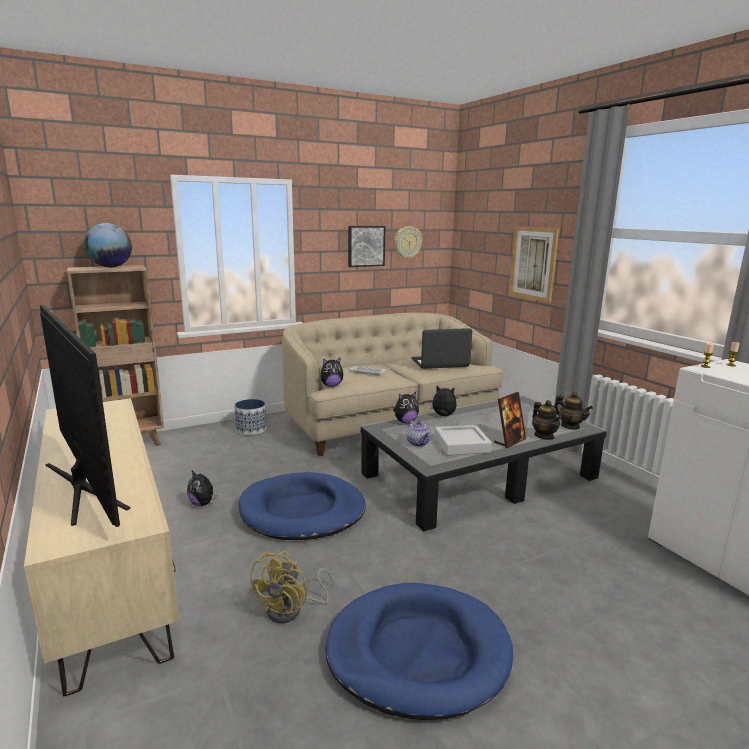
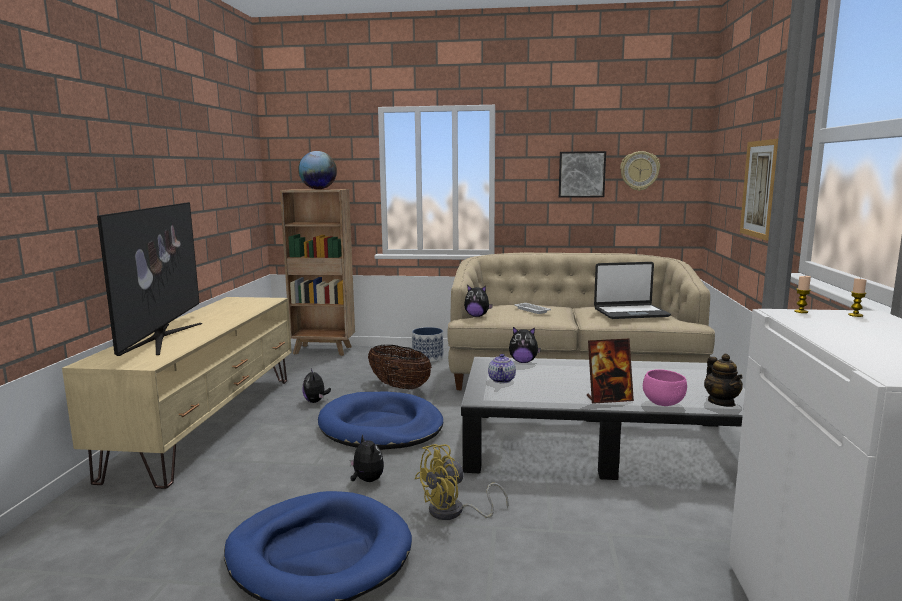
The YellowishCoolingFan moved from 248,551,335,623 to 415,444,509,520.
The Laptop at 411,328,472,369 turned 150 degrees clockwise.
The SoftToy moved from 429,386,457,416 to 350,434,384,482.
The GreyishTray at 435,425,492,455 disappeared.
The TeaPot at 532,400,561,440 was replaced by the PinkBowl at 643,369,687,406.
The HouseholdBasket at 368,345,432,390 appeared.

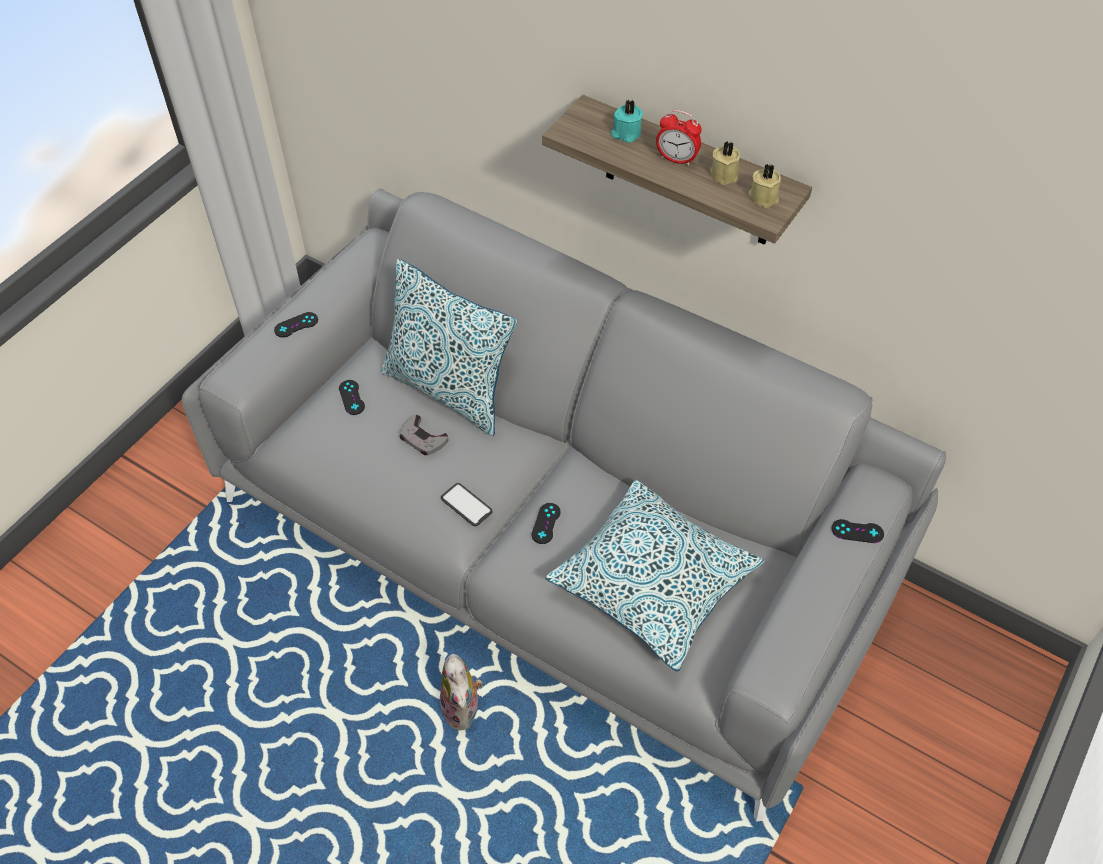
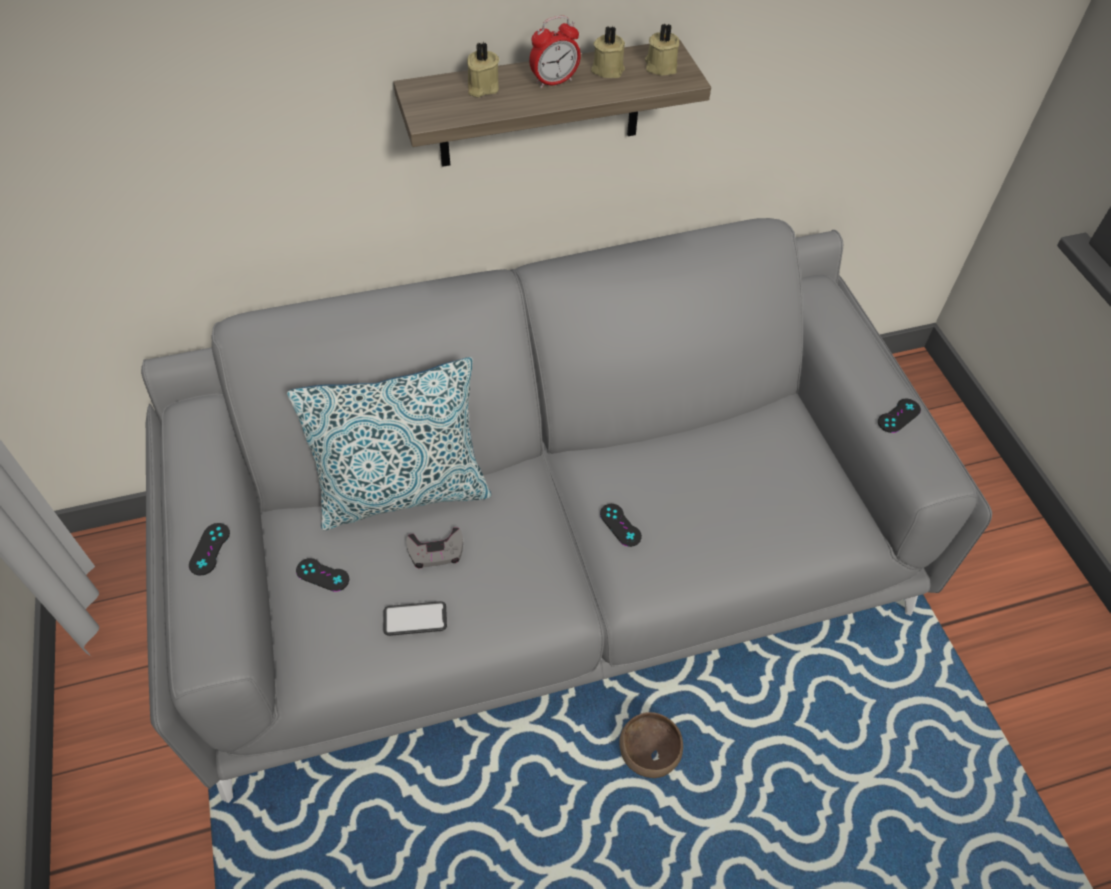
The SoftToy at 440,654,483,730 was replaced by the BrownishBowl at 619,712,683,778.
The Handset moved from 441,483,493,526 to 384,601,447,636.
The Pillow at 545,480,764,671 disappeared.
The BlueGreenWaxCandle at 611,100,643,143 became the BeigeColouredWaxCandle at 467,42,499,98.
The BlackishGameController moved from 831,519,884,543 to 878,399,921,433.

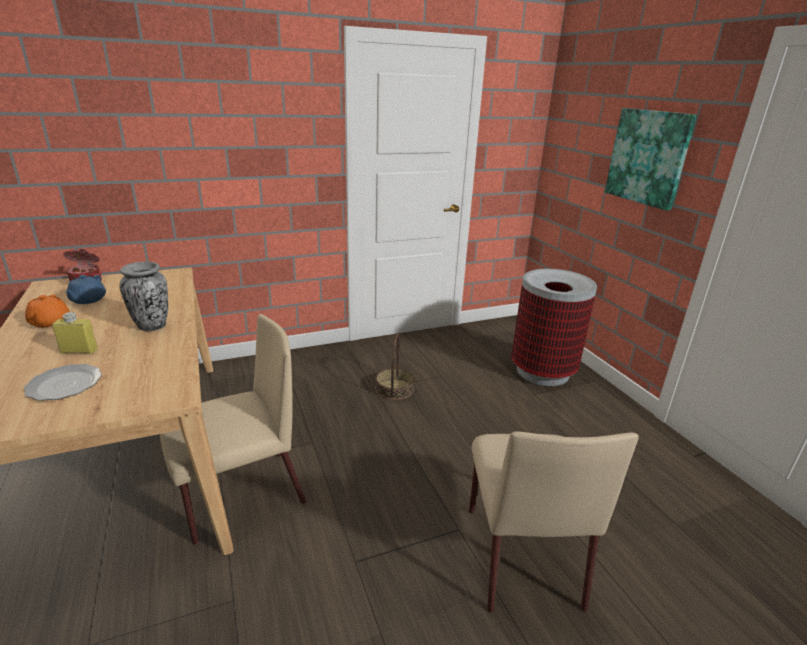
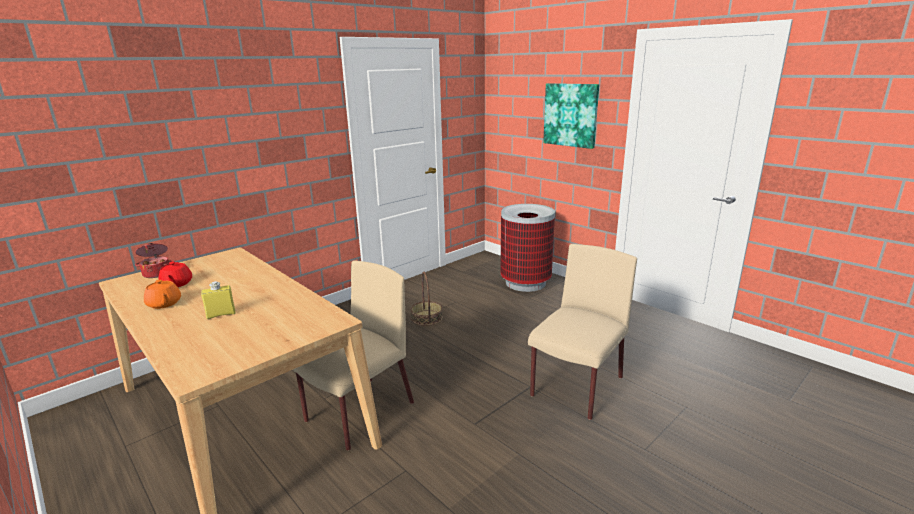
The FlatDish at 24,364,102,401 disappeared.
The BlueTeaPot at 65,275,106,304 became the ReddishTeaPot at 158,262,192,287.
The FlowerVase at 120,262,168,331 disappeared.
The BeigeColouredUprightChair at 469,431,639,612 turned 120 degrees counterclockwise.

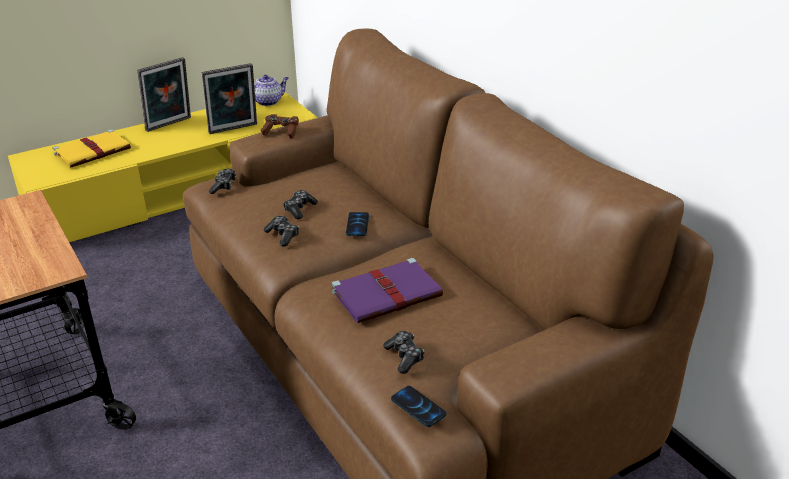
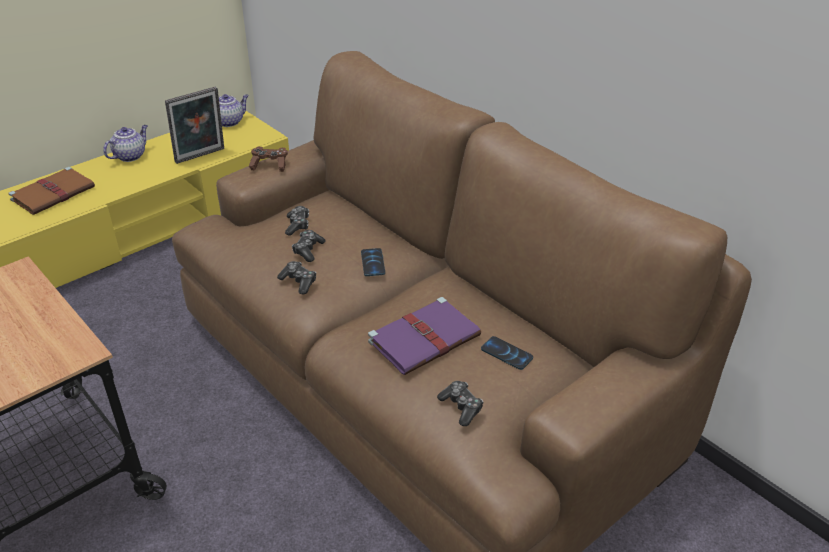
The YellowishVolume at 53,129,131,168 became the BrownishVolume at 8,167,95,215.
The StandingFrame at 137,57,191,132 was replaced by the TeaPot at 103,125,148,162.
The GameController moved from 209,169,236,194 to 285,206,309,236.
The Handset moved from 391,386,446,427 to 481,336,533,370.

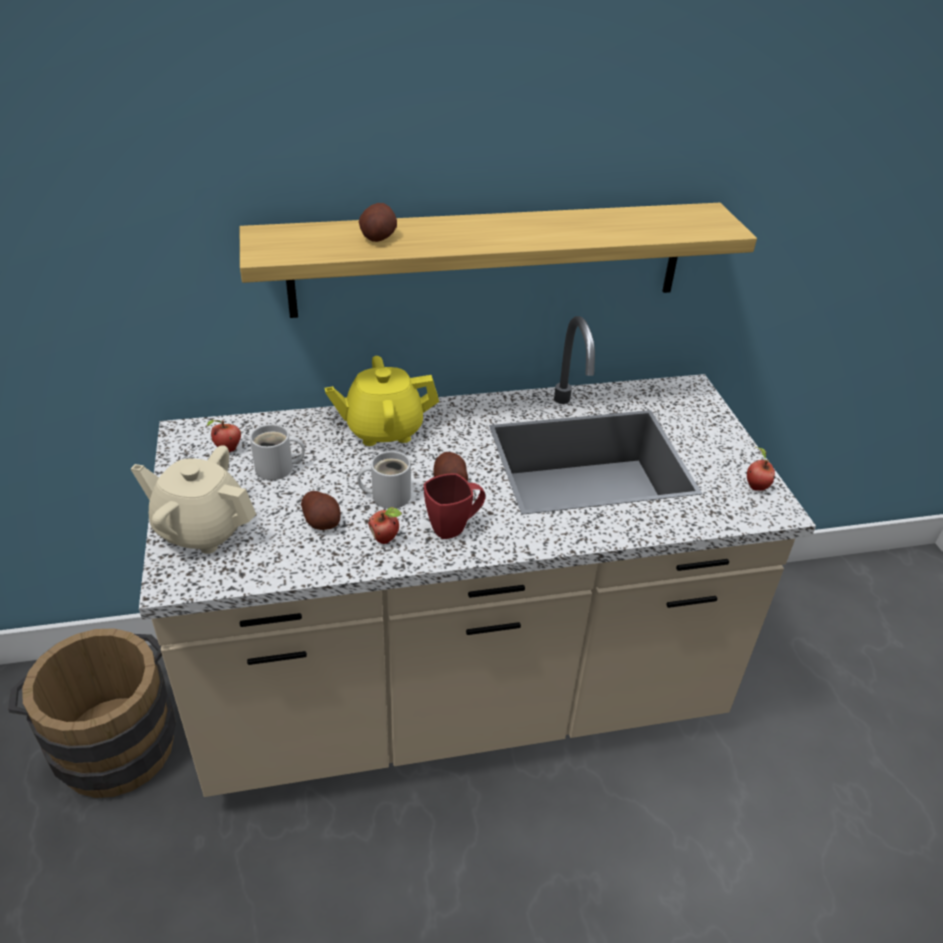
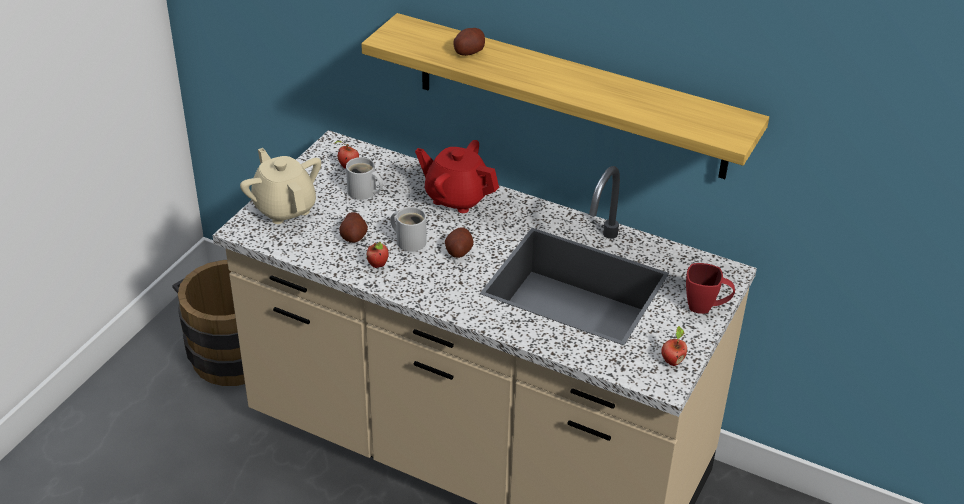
The YellowishTeaPot at 325,356,439,446 became the ReddishTeaPot at 415,140,499,213.
The ReddishCoffeeMug moved from 424,473,486,539 to 686,263,735,314.

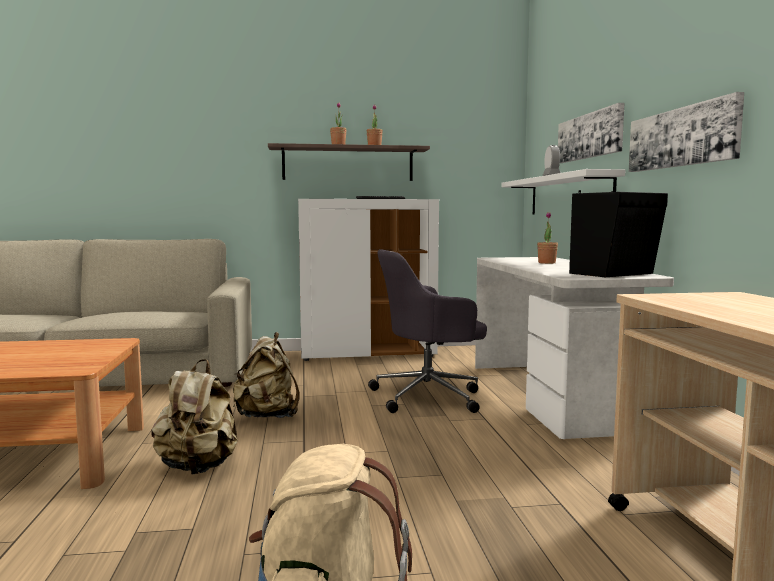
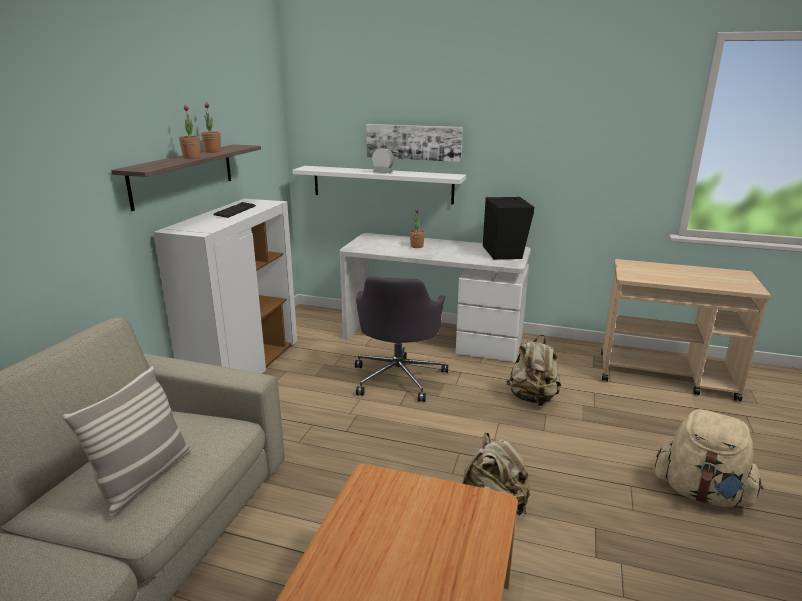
The BeigeColouredKnapsack moved from 233,332,299,418 to 506,335,561,406.
The Picture at 629,92,744,172 disappeared.
The Pillow at 63,366,191,517 appeared.

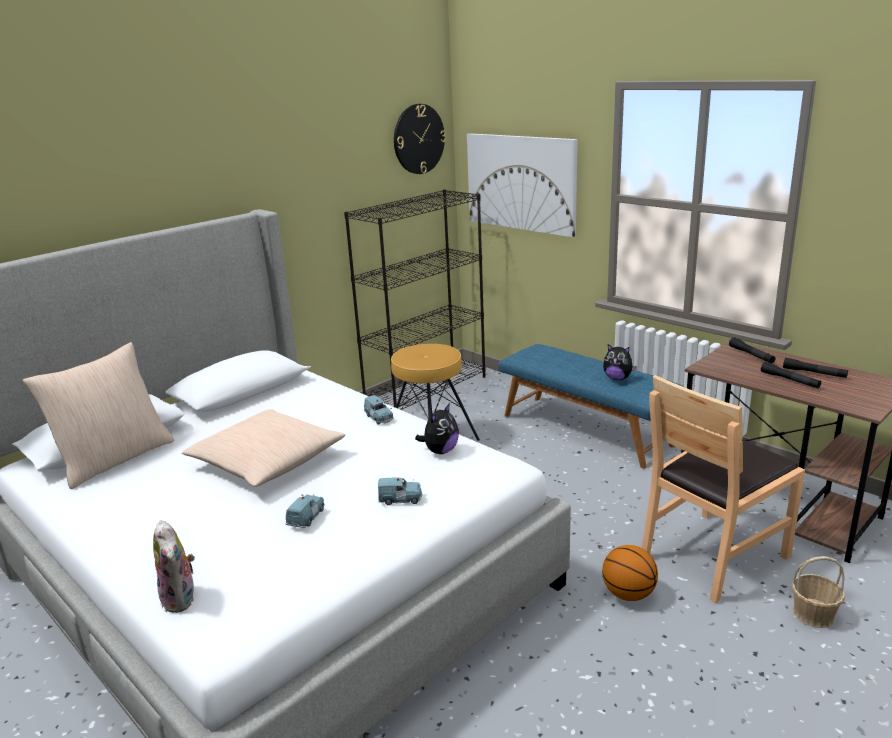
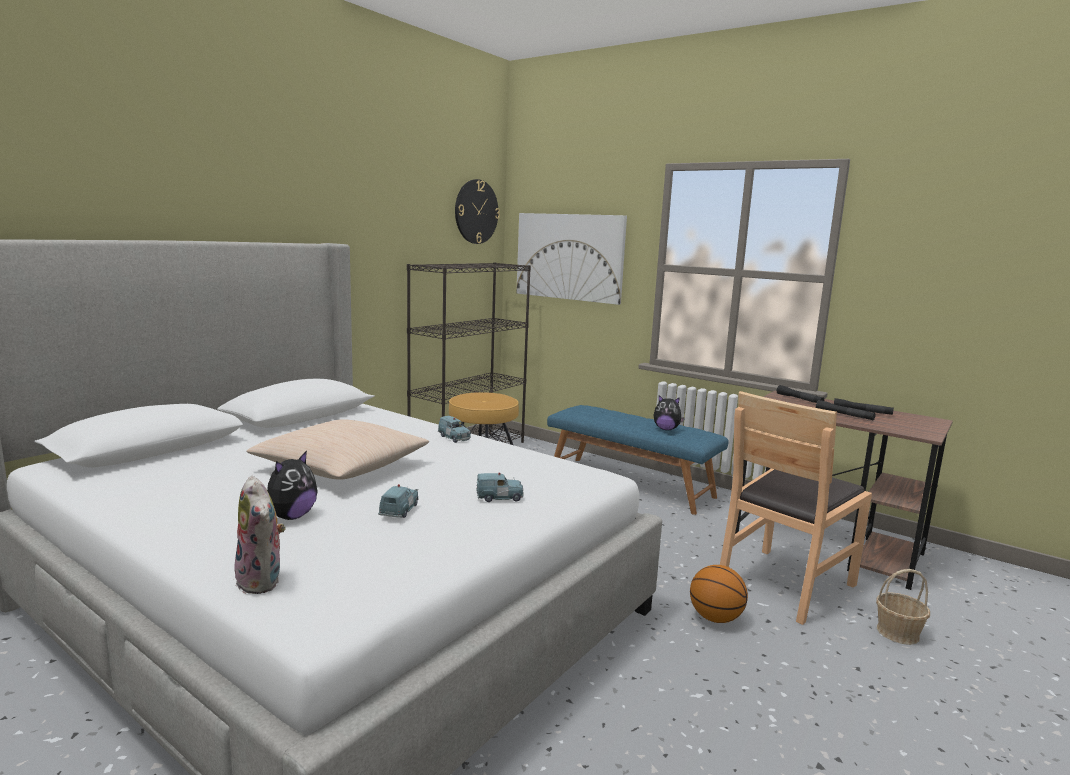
The BeigeColouredPillow at 23,342,174,489 disappeared.
The SoftToy moved from 415,403,459,454 to 267,451,318,520.

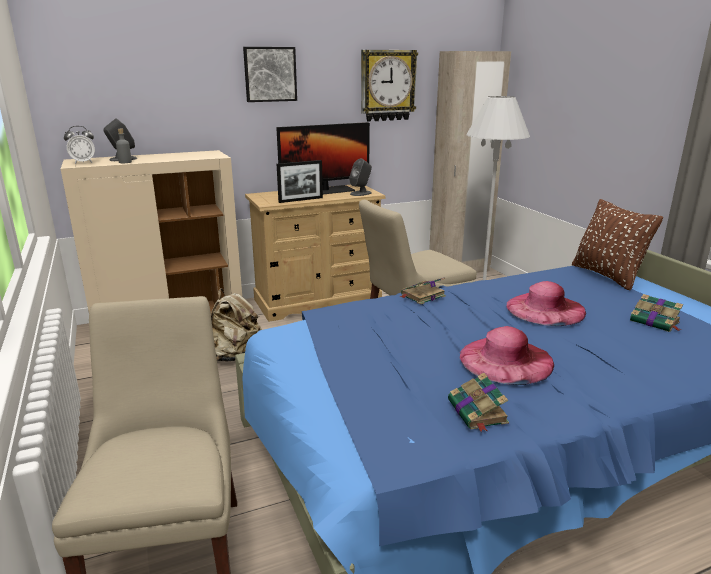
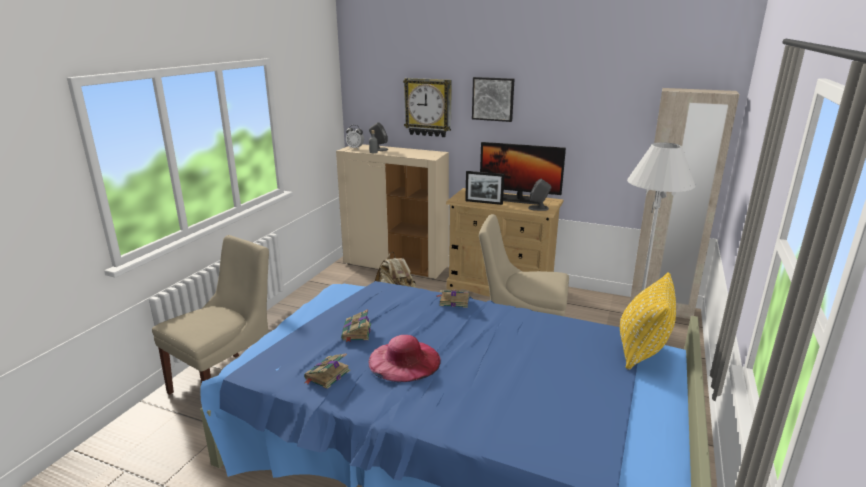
The WallClock moved from 361,50,418,122 to 403,78,452,137.
The PinkWearableHat at 506,281,586,326 disappeared.
The BrownishPillow at 572,199,663,290 became the YellowishPillow at 620,272,676,370.
The Volume moved from 630,294,683,332 to 341,309,371,342.

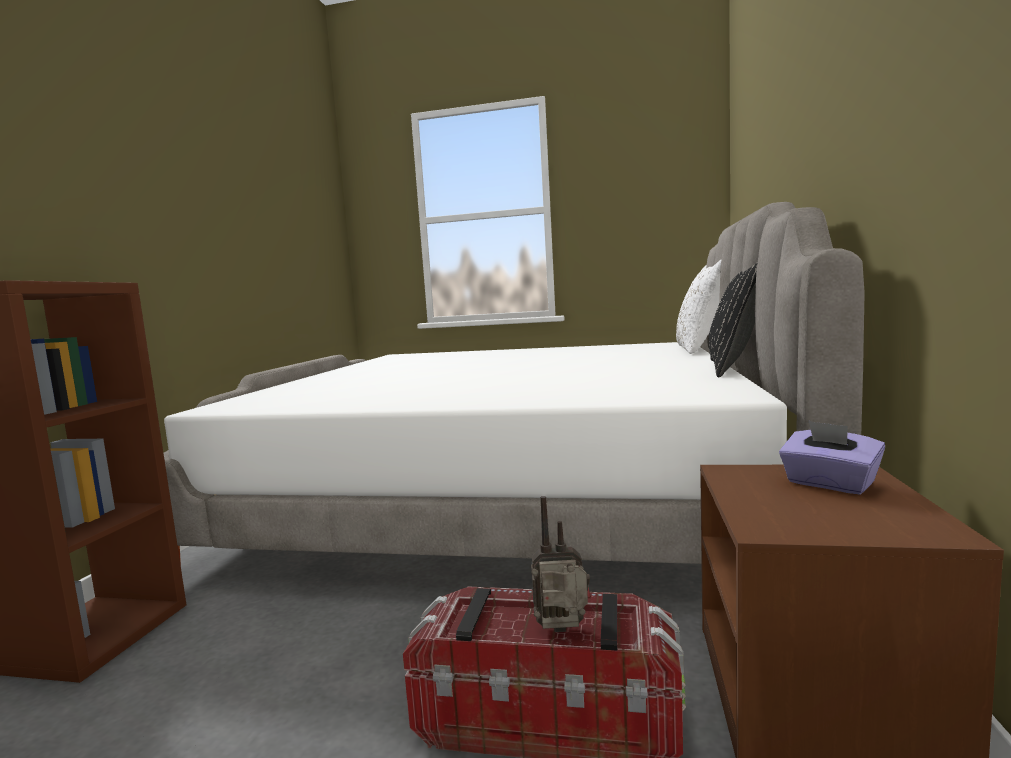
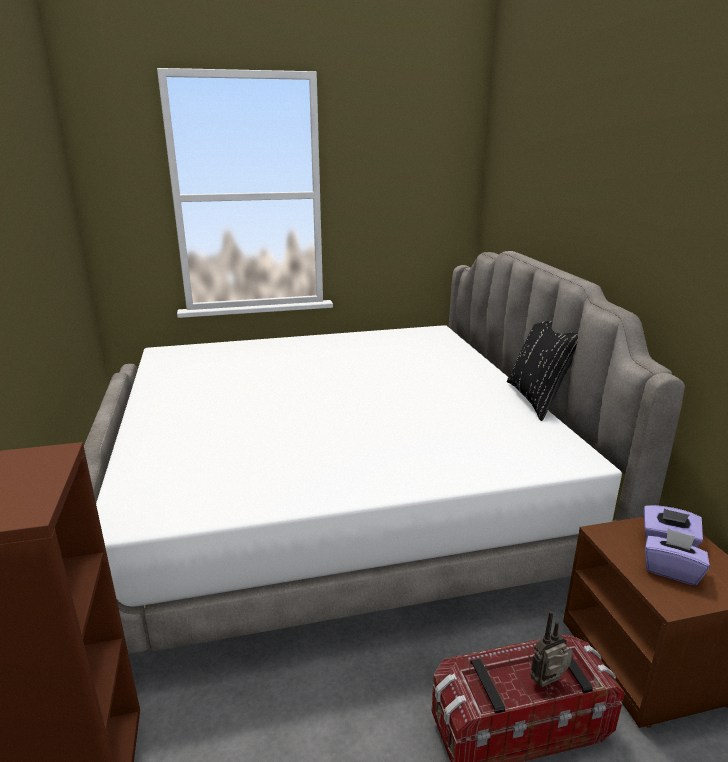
The WhitePillow at 676,260,721,354 disappeared.
The PurpleTissueBox at 645,528,710,586 appeared.

